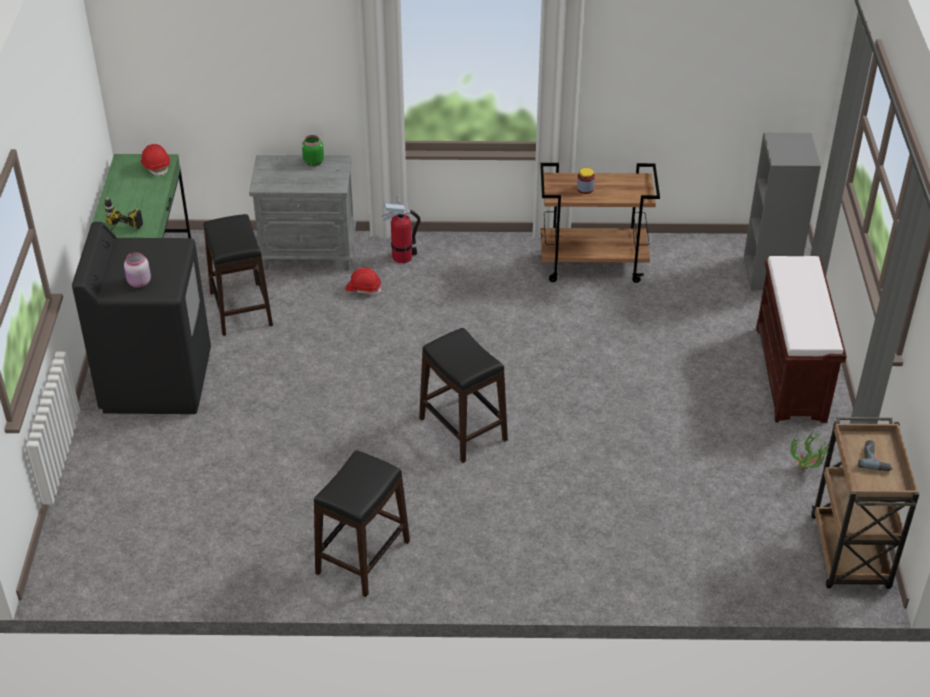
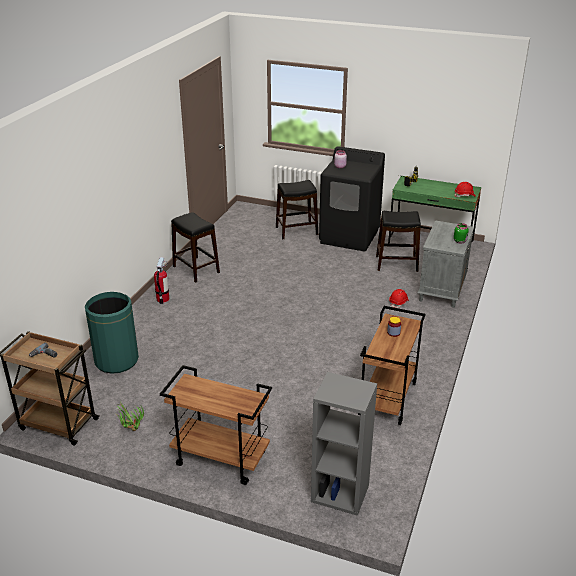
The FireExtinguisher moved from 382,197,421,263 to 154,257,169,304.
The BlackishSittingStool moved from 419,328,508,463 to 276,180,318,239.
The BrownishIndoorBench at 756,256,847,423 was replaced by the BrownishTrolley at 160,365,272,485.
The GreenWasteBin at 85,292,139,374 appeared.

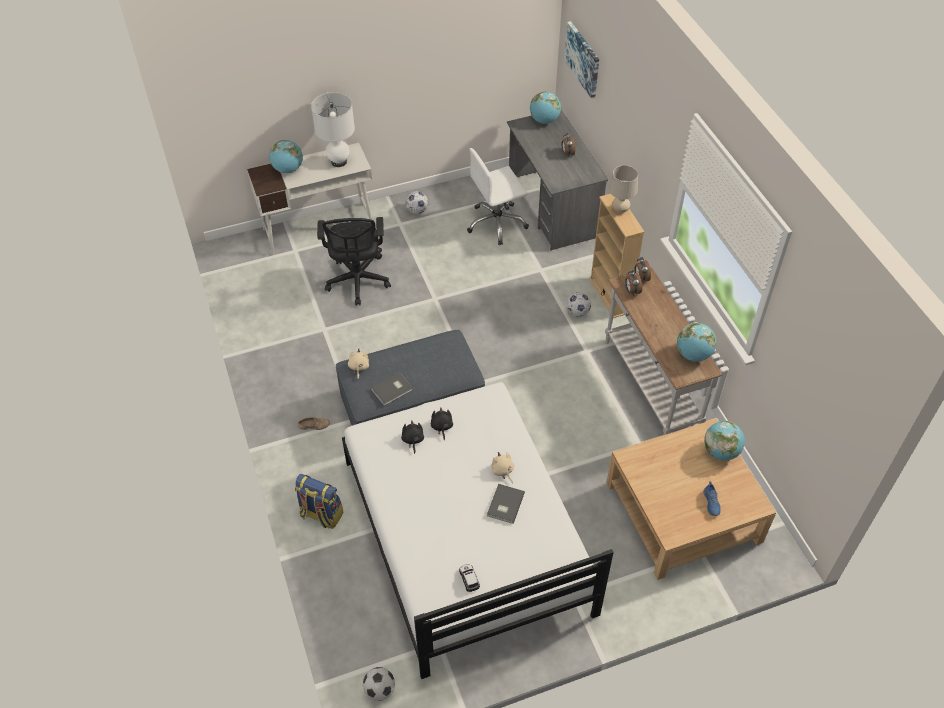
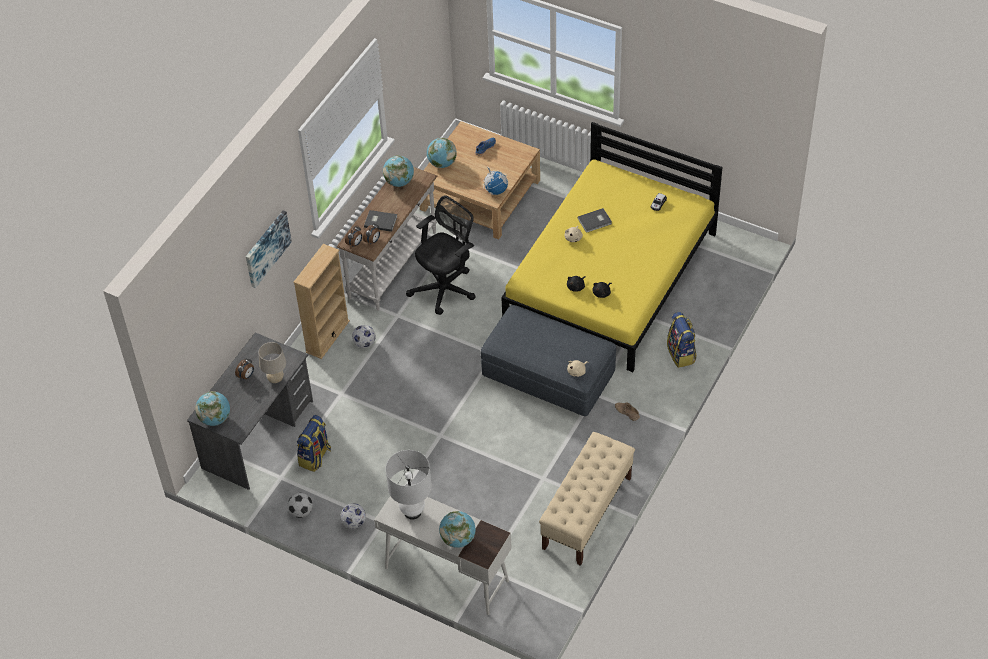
The BlackishDeskChair moved from 317,217,391,306 to 406,195,475,315.
The WhiteBedroomBed at 342,382,614,679 became the YellowishBedroomBed at 501,122,723,372.
The BallForFootball moved from 363,667,395,701 to 288,493,313,518.
The GreyishVolume moved from 371,372,413,406 to 364,210,397,232.
The WhiteDeskChair at 467,148,529,245 was replaced by the Knapsack at 297,415,331,472.
The Picture moved from 564,21,599,99 to 246,210,292,288.
The BeigeColouredLampForATable moved from 609,165,638,213 to 259,342,286,383.
The WorldGlobe at 483,168,508,195 appeared.
The BeigeColouredIndoorBench at 539,432,635,566 appeared.

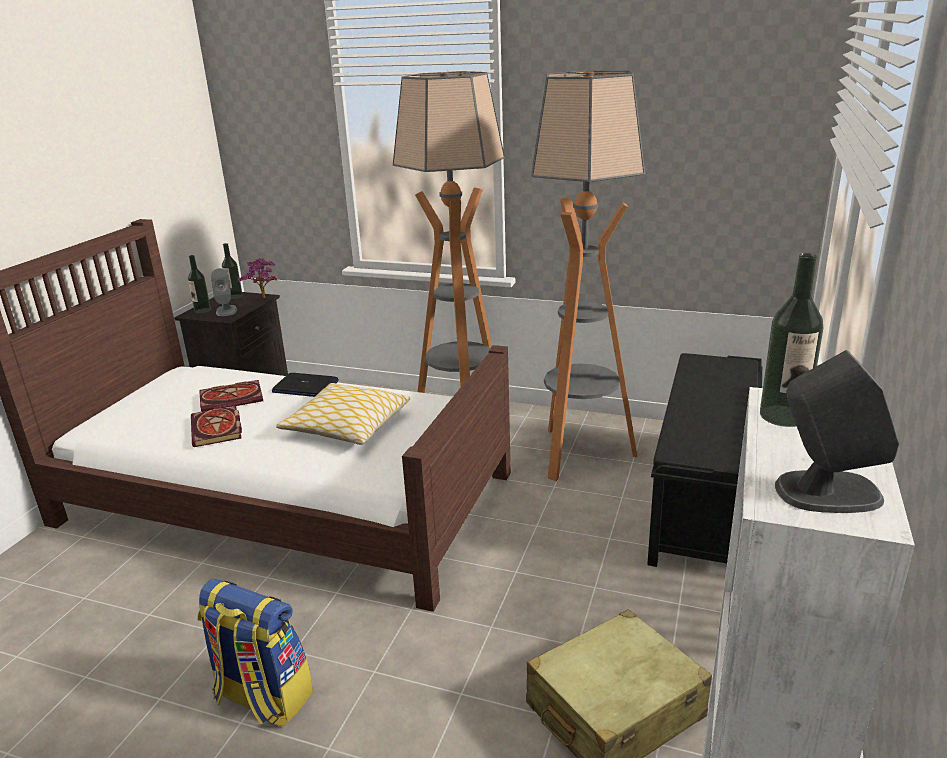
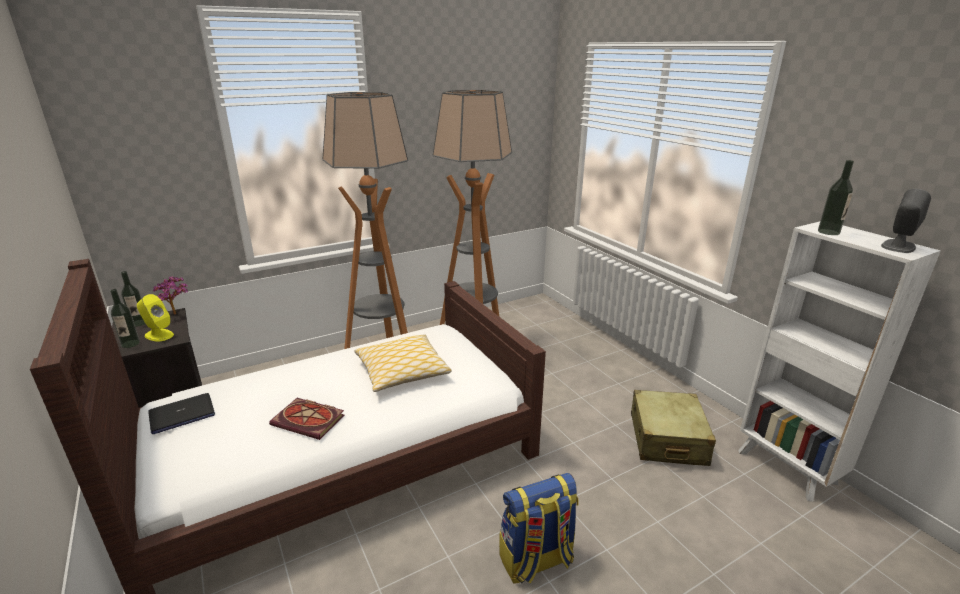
The Volume at 199,380,263,412 disappeared.
The GreyishAudioSpeaker at 211,268,237,316 became the YellowishAudioSpeaker at 137,294,174,342.
The Laptop moved from 272,373,339,397 to 148,393,215,434.
The BlackishIndoorBench at 647,353,762,567 disappeared.

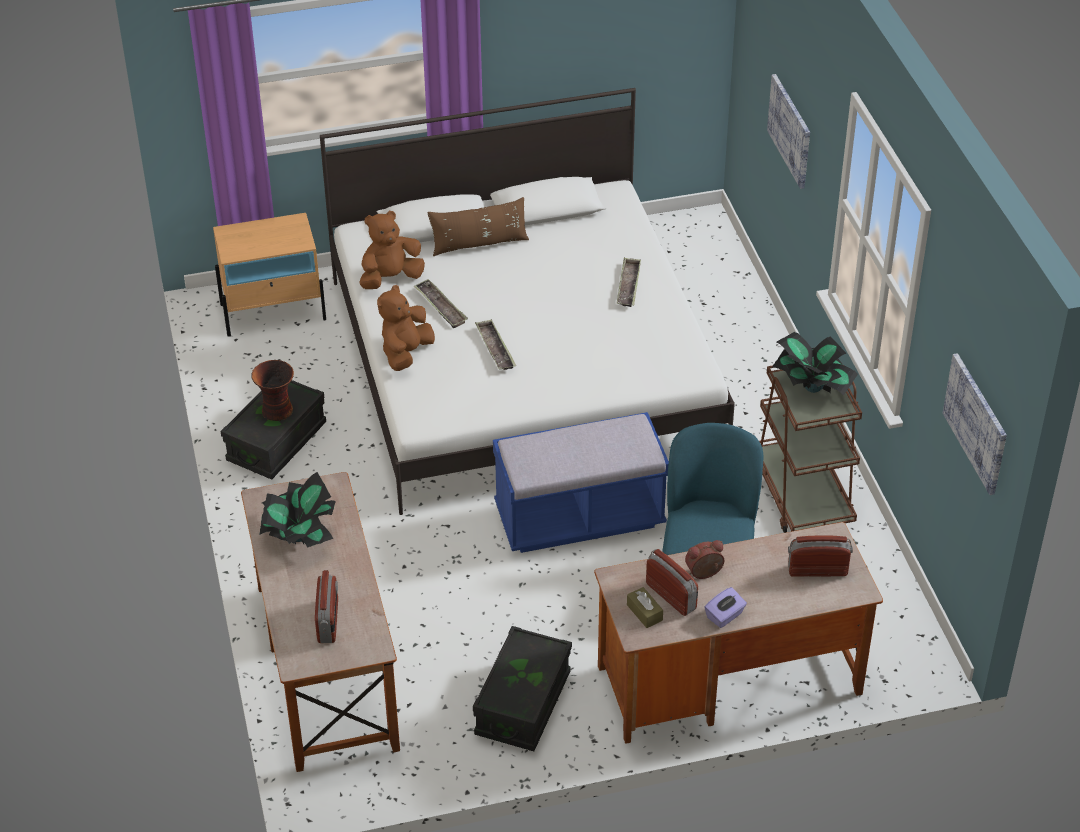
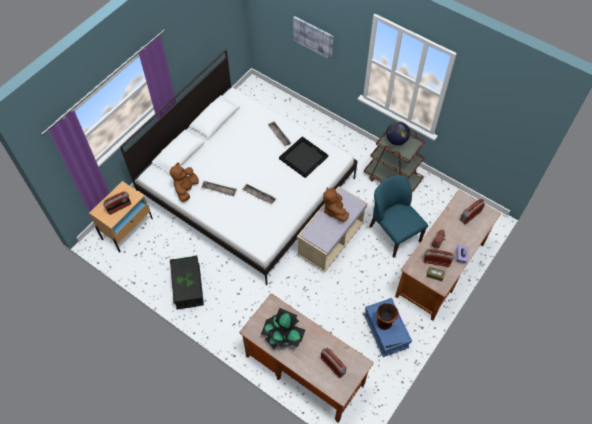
The FlowerVase moved from 251,360,294,421 to 377,303,399,330.
The BrownishSoftToy moved from 377,285,435,371 to 323,187,349,222.
The BrownishPillow at 428,197,529,256 disappeared.
The BlackishStorageBox at 473,626,572,751 became the BlueStorageBox at 364,298,412,357.
The BlueIndoorBench at 493,412,669,553 became the BeigeColouredIndoorBench at 297,186,367,272.
The Houseplant at 772,332,858,396 was replaced by the WorldGlobe at 386,121,410,145.
The Picture at 943,353,1007,495 disappeared.
The RadioReceiver at 103,191,131,215 appeared.
The BlackishTray at 279,136,328,178 appeared.

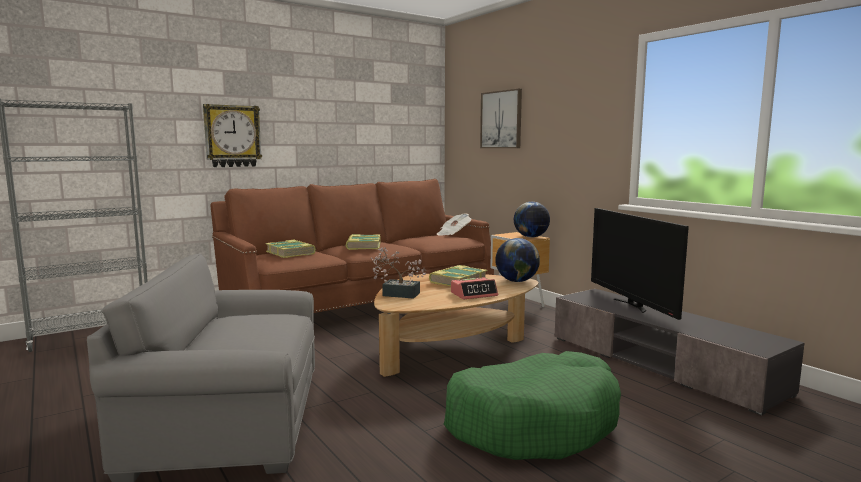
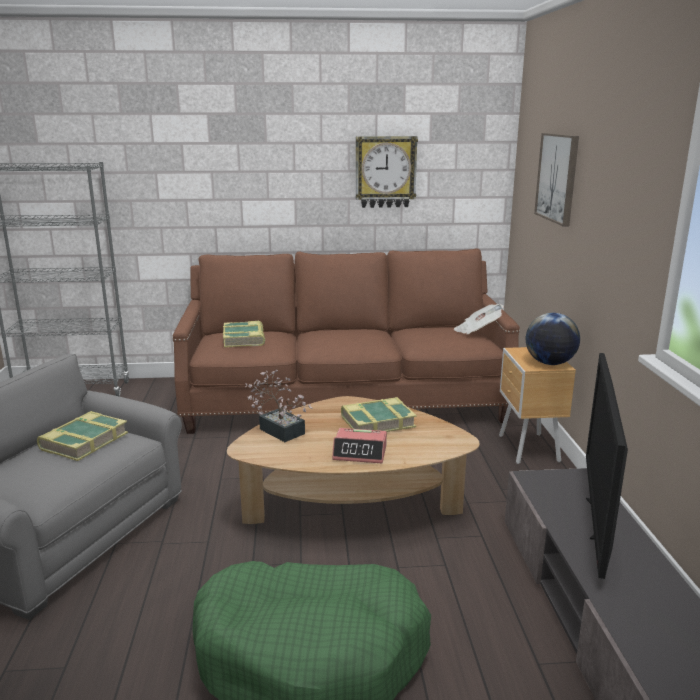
The WallClock moved from 203,104,262,167 to 356,136,418,208.
The Volume moved from 346,234,381,250 to 37,411,128,461.
The WorldGlobe at 495,238,540,282 disappeared.

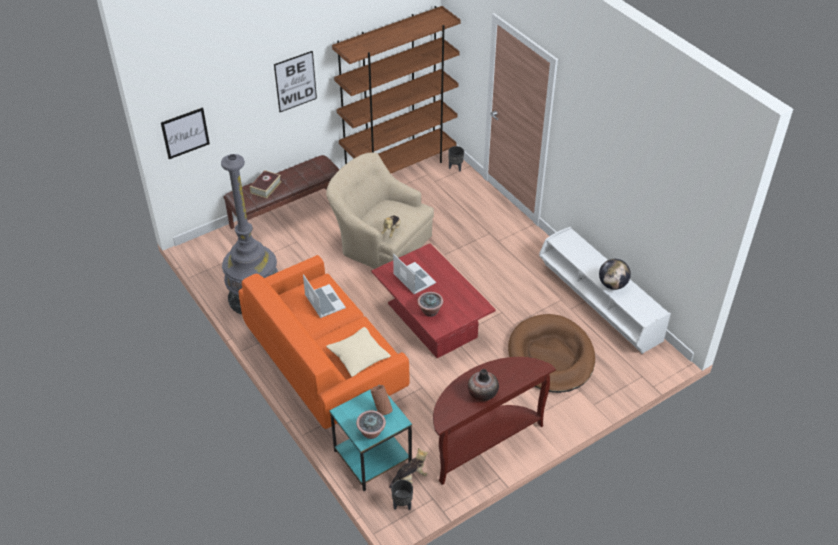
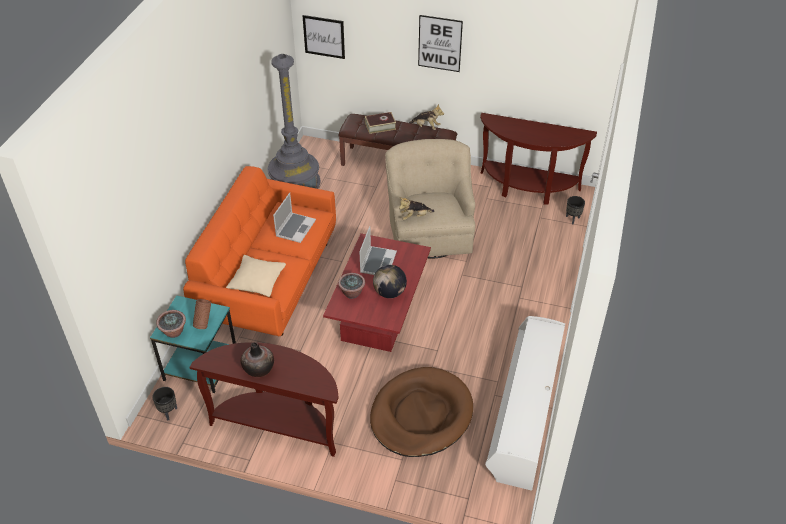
The BrownishBookcase at 332,6,461,173 was replaced by the BrownishHallTable at 480,113,597,205.
The SoftToy moved from 390,448,428,488 to 408,104,444,130.
The WorldGlobe moved from 599,259,631,290 to 373,265,407,298.

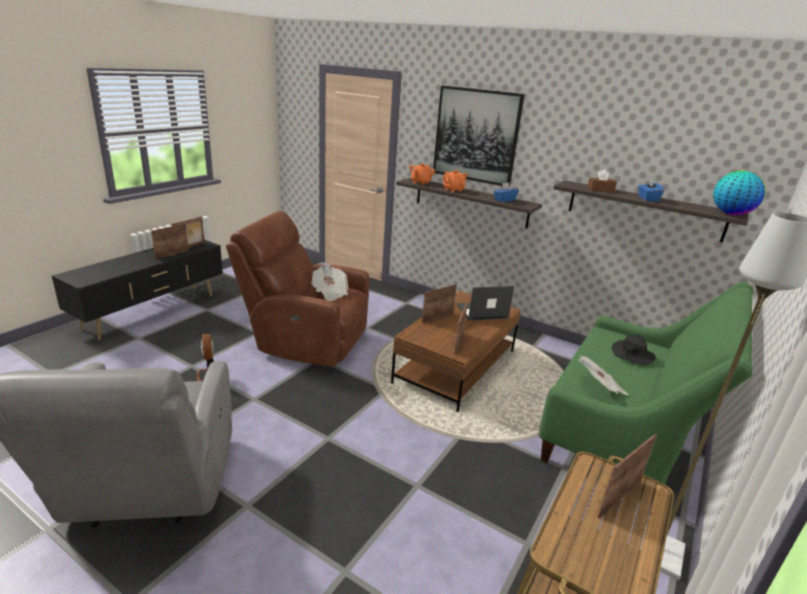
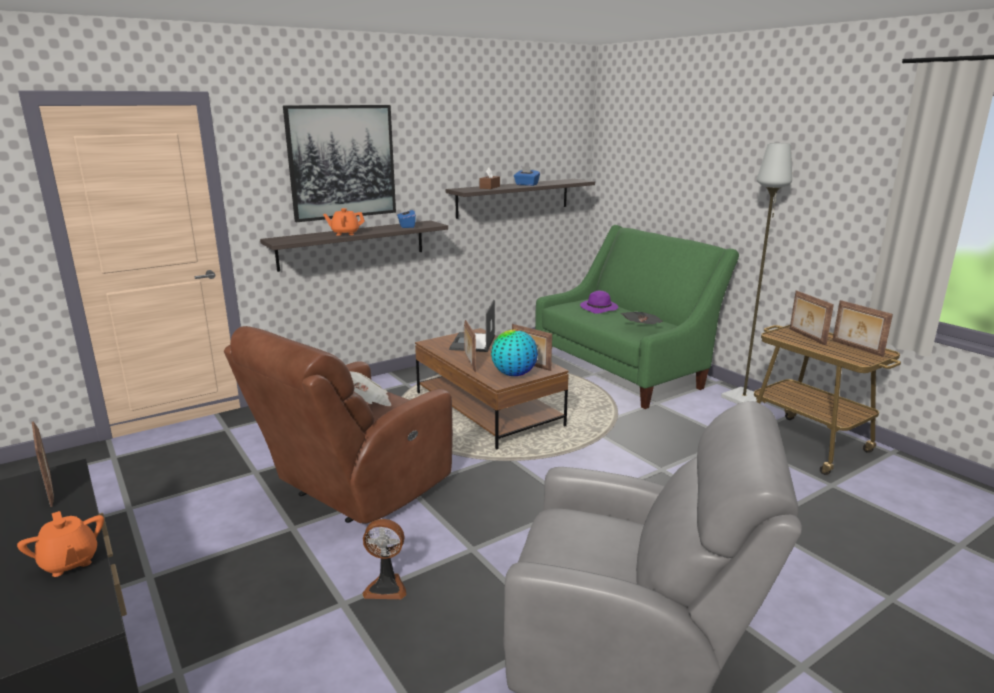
The StandingFrame moved from 151,223,189,259 to 832,300,893,357.
The OrangeTeaPot moved from 409,164,435,185 to 17,511,104,577.
The BlackishWearableHat at 612,334,656,365 became the PurpleWearableHat at 580,291,618,314.
The WorldGlobe moved from 713,170,766,215 to 491,329,538,376.

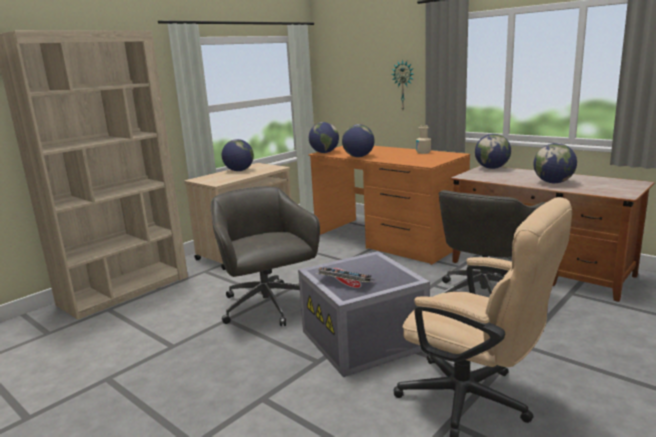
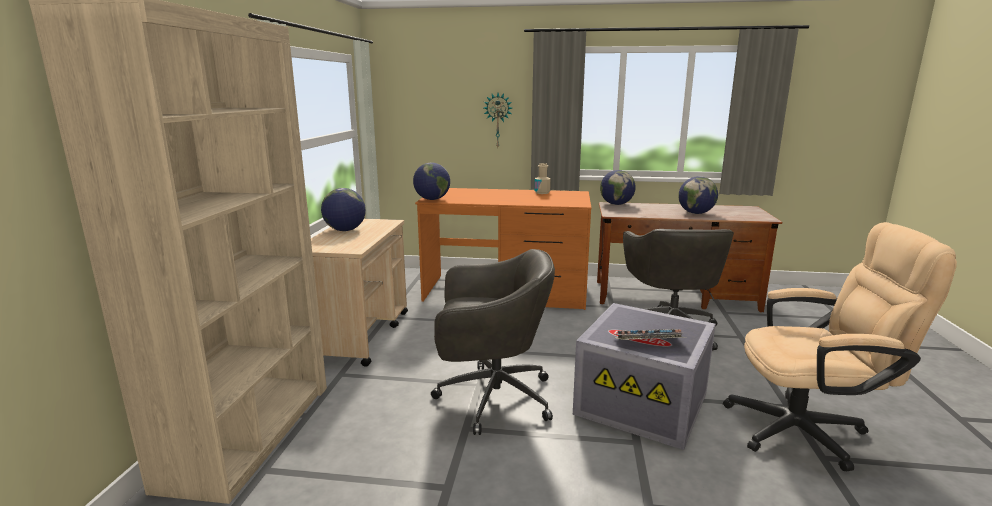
The GreyishDeskChair at 211,186,320,326 turned 150 degrees clockwise.
The WorldGlobe at 342,124,374,157 disappeared.

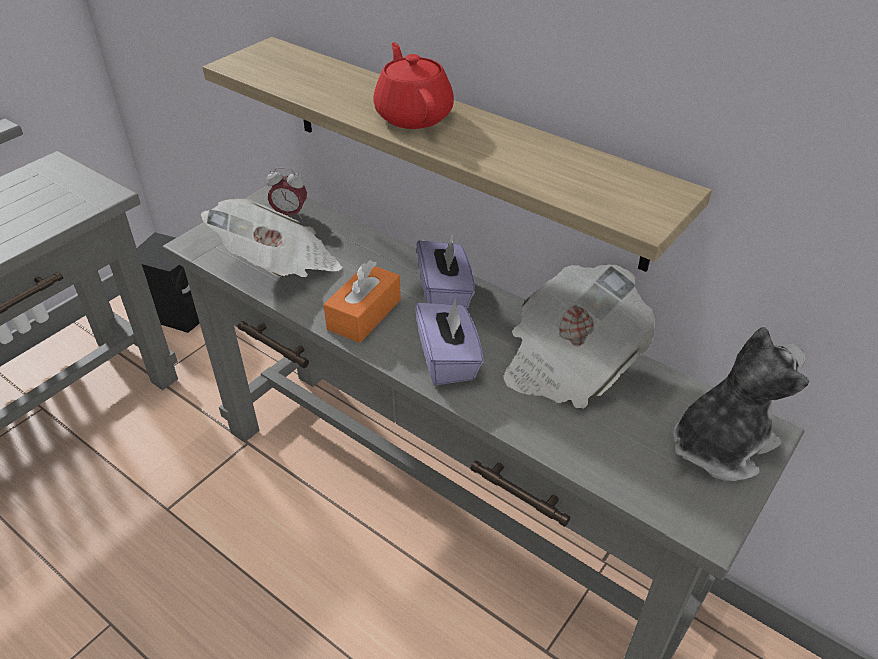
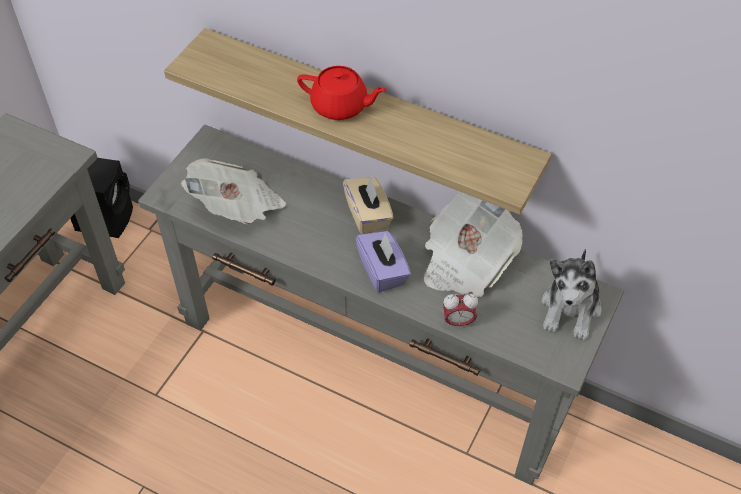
The BedsideClock moved from 266,167,307,219 to 443,294,478,327.
The OrangeTissueBox at 323,260,401,343 disappeared.
The ReddishTeaPot at 373,42,454,129 turned 135 degrees clockwise.
The PurpleTissueBox at 416,237,475,309 became the BeigeColouredTissueBox at 343,177,394,234.
The SoftToy at 673,327,810,481 turned 150 degrees clockwise.

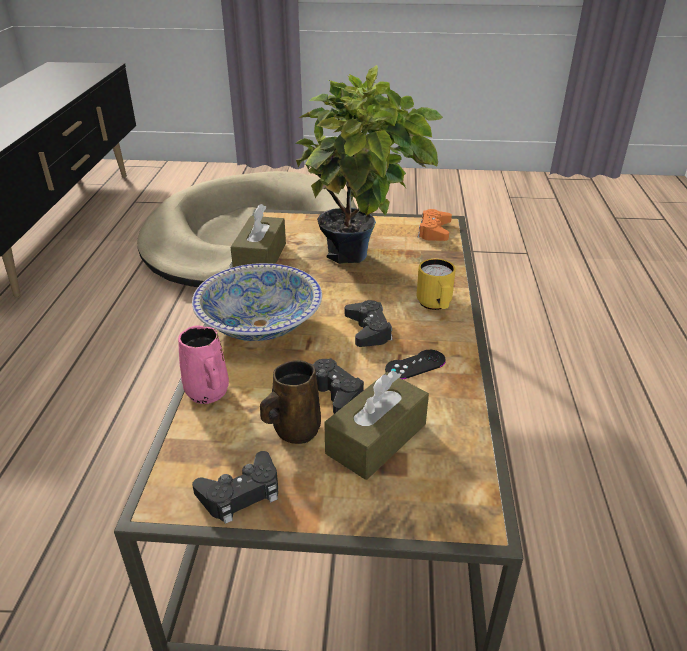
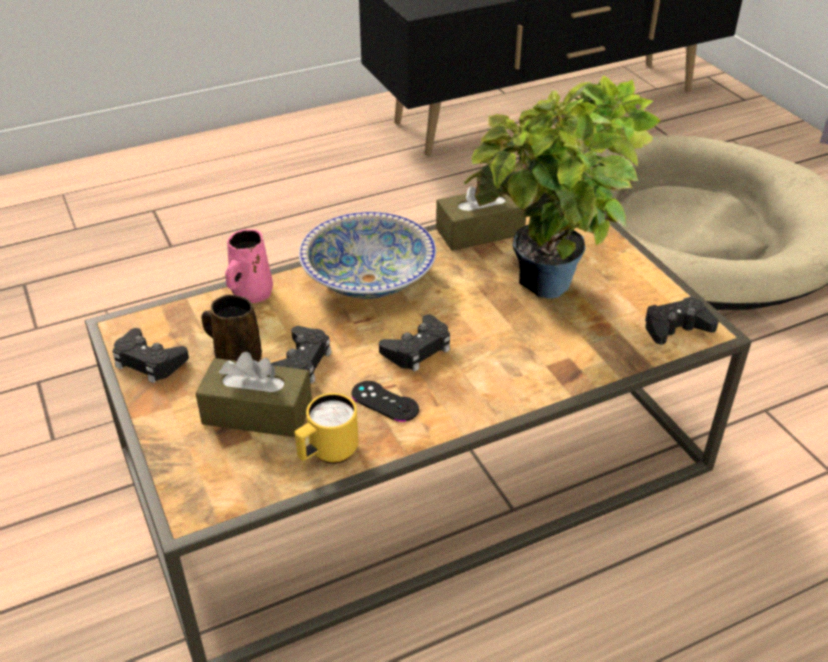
The YellowishCoffeeMug moved from 417,259,456,310 to 295,393,358,464.
The OrangeGameController at 418,209,452,241 became the BlackishGameController at 645,297,719,344.

